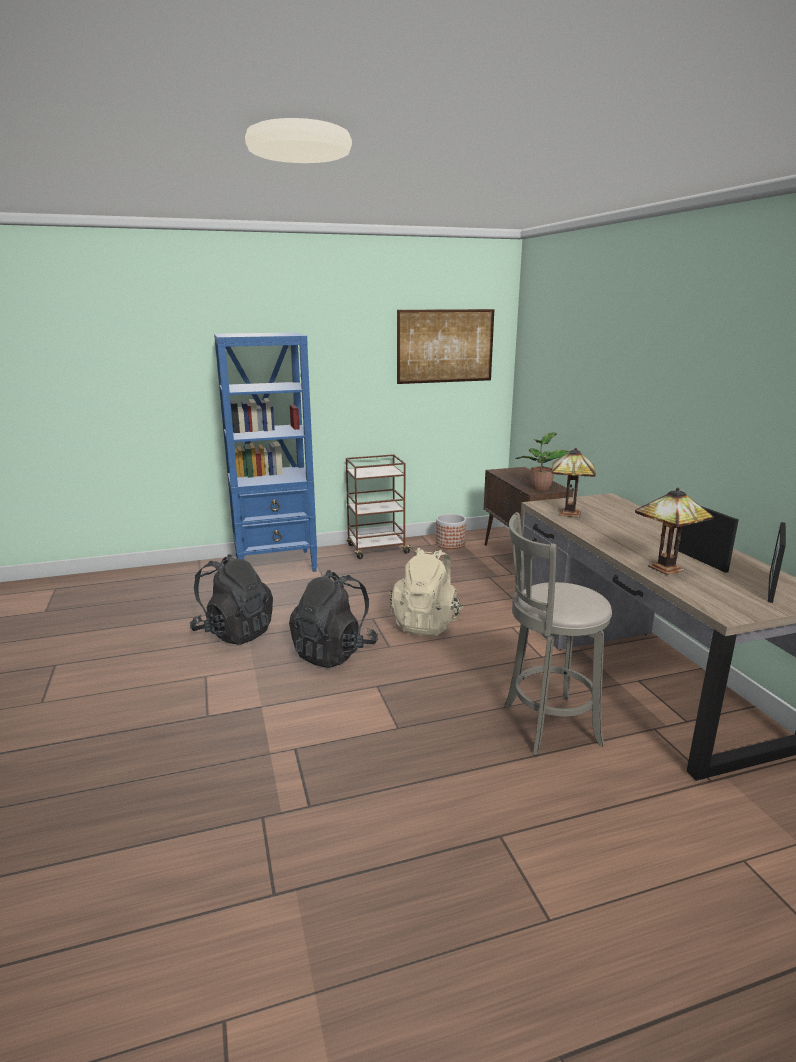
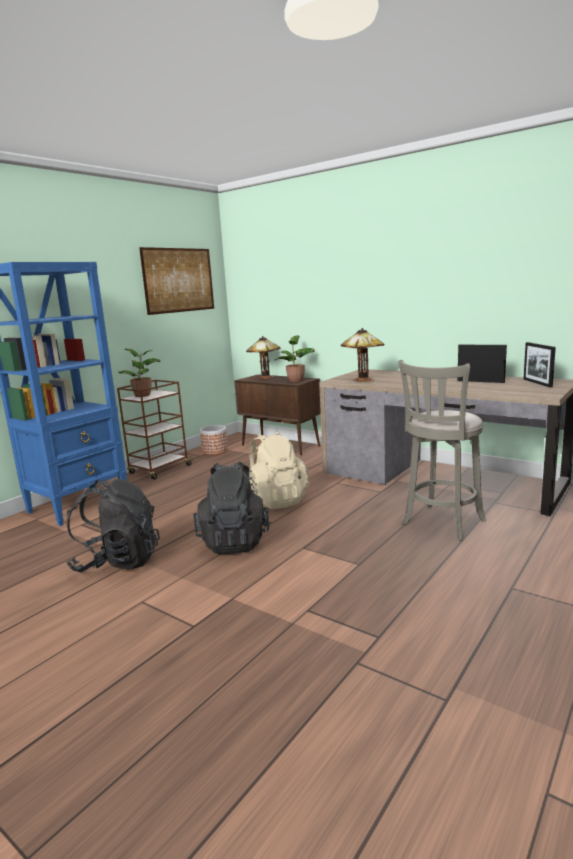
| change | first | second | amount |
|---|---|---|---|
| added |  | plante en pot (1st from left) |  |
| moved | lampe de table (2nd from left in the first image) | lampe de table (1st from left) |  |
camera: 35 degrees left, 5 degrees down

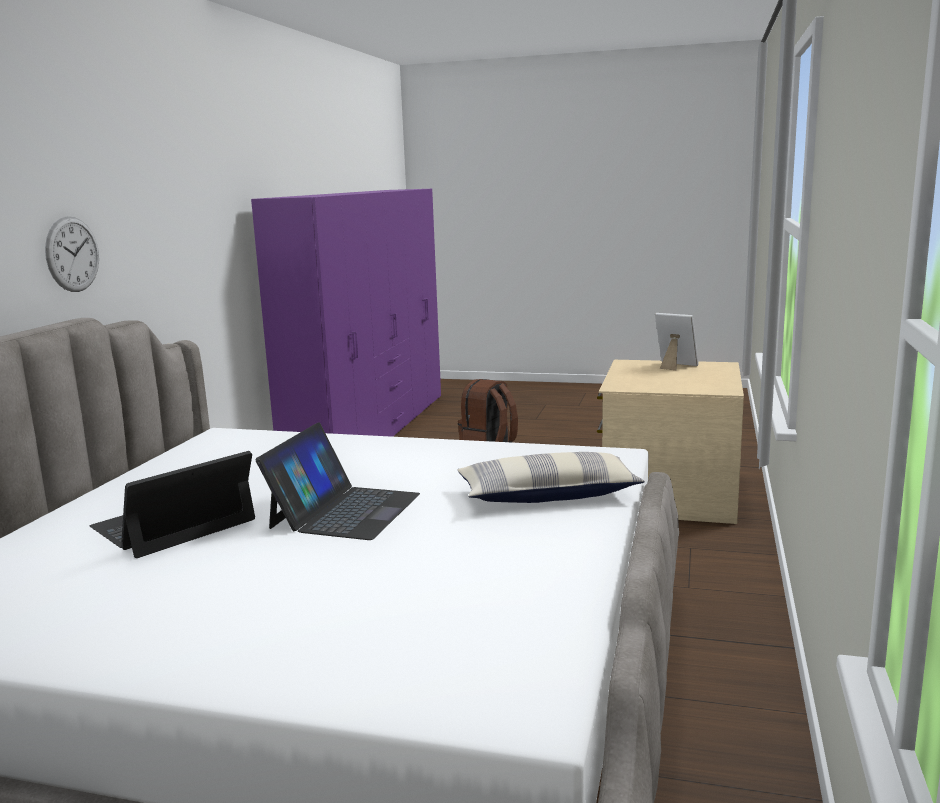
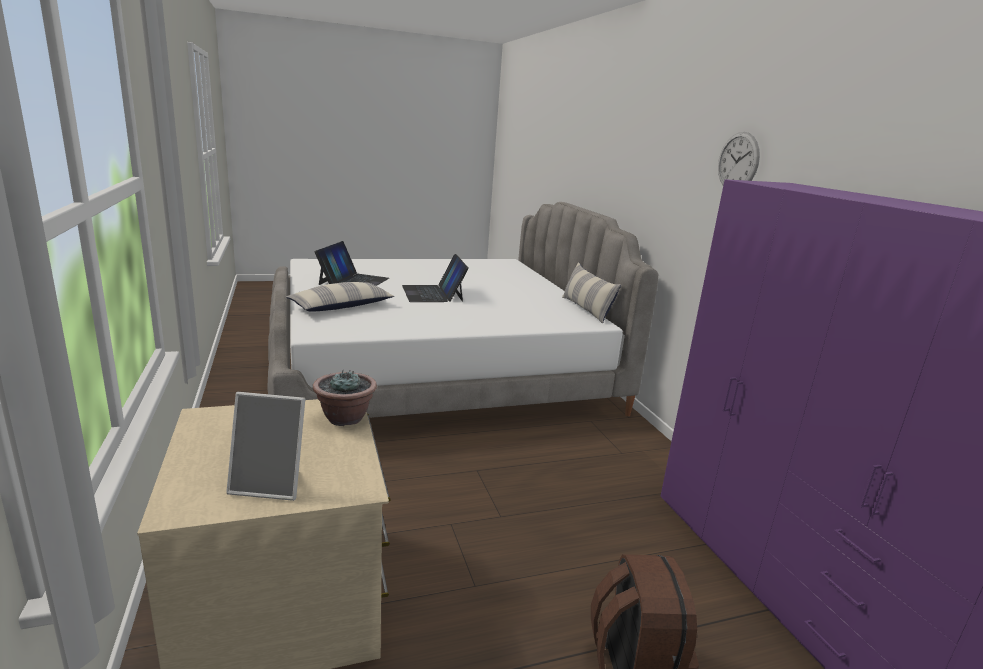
| change | first | second | amount |
|---|---|---|---|
| added |  | plante en pot |  |
| added |  | coussin (2nd from left) |  |
| moved | horloge murale |  |  |
| moved | ordinateur portable (1st from left) |  |  |
camera: 145 degrees right, 5 degrees up

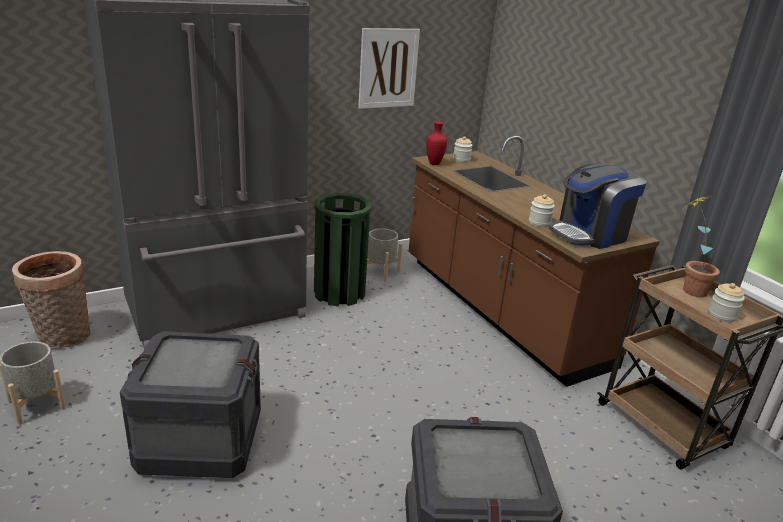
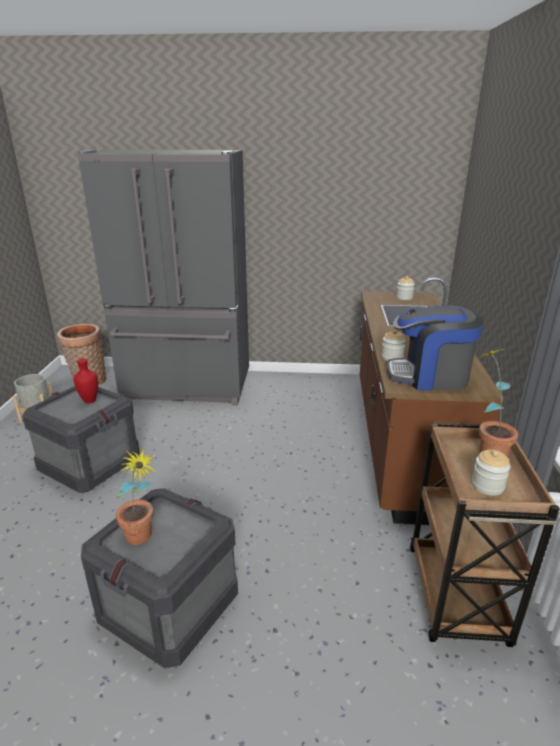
| change | first | second | amount |
|---|---|---|---|
| removed | poubelle (vert) |  |  |
| removed | tableau |  |  |
| removed | cache-pot (gris) (2nd from left) |  |  |
| added |  | plante en pot (1st from left) |  |
| moved | vase (rouge) |  |  |
camera: 35 degrees right, 0 degrees up

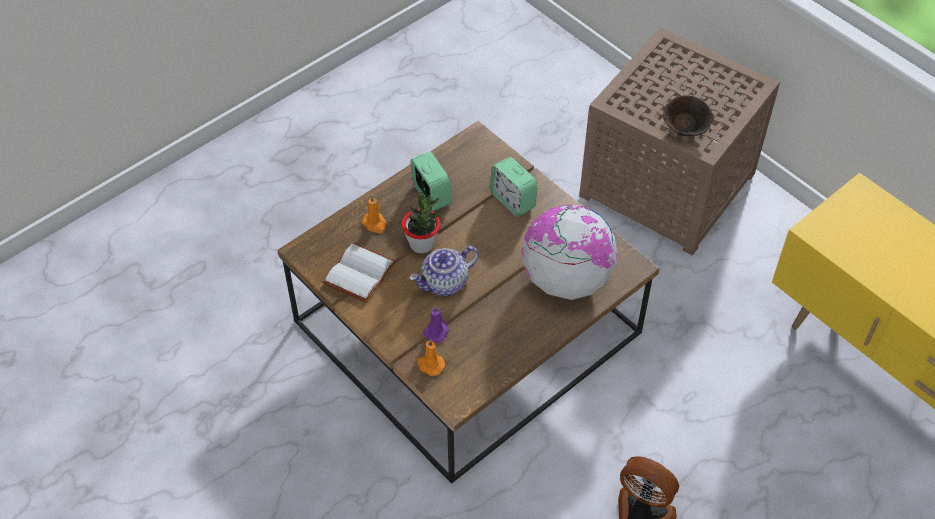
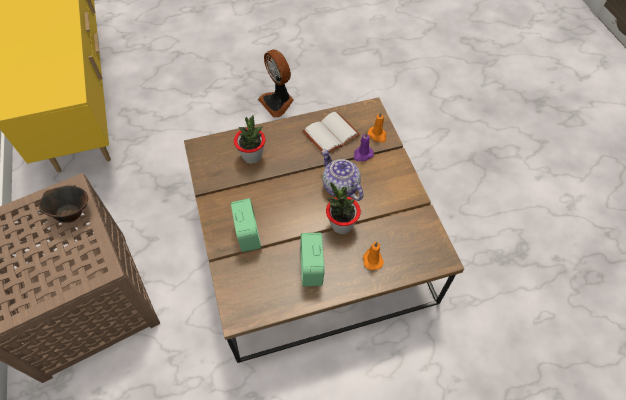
| change | first | second | amount |
|---|---|---|---|
| moved | livre (blanc) |  |  |
| replaced | globe | plante en pot (1st from left) |  |
| turned | théière |  | 120 degrees counterclockwise |
camera: 155 degrees left, 5 degrees up

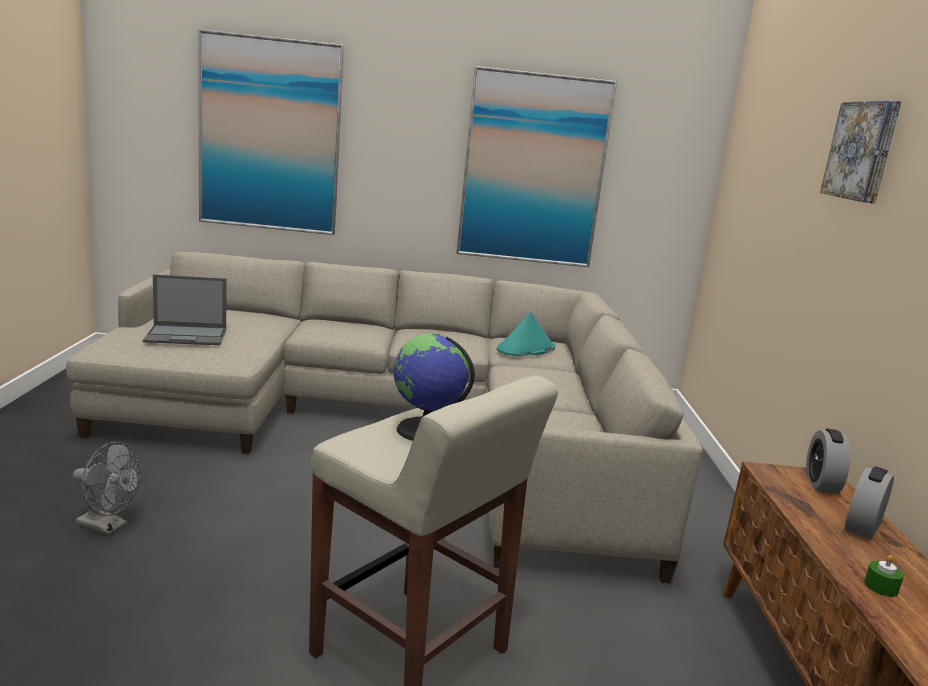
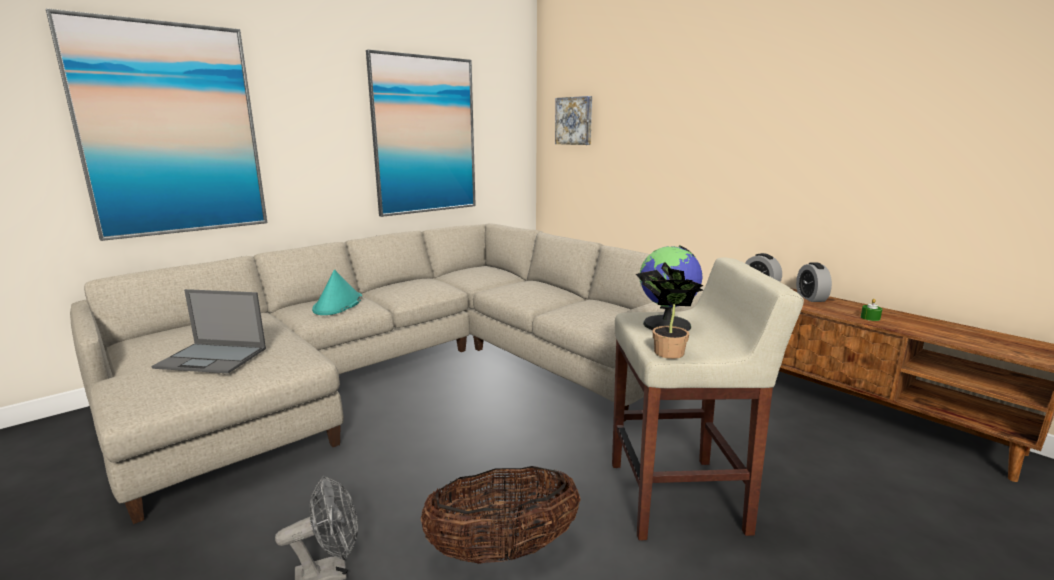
| change | first | second | amount |
|---|---|---|---|
| added |  | panier |  |
| added |  | plante en pot |  |
| moved | chapeau (turquoise) |  |  |
| moved | tableau (3rd from left) |  |  |
| turned | ordinateur portable |  | 60 degrees clockwise |
camera: 40 degrees left, 0 degrees up

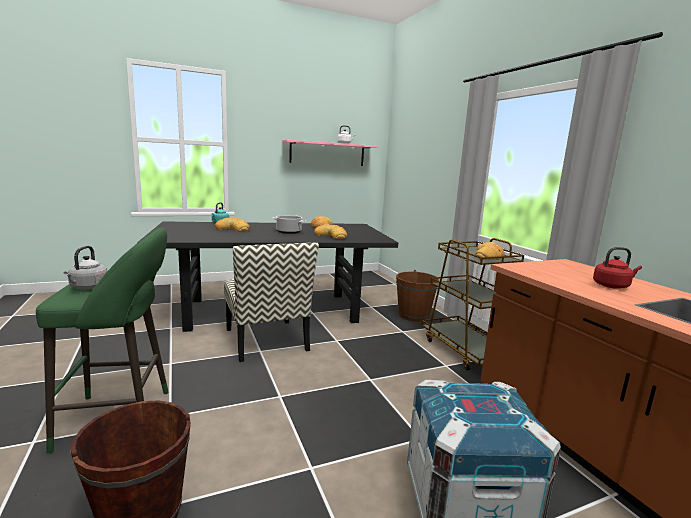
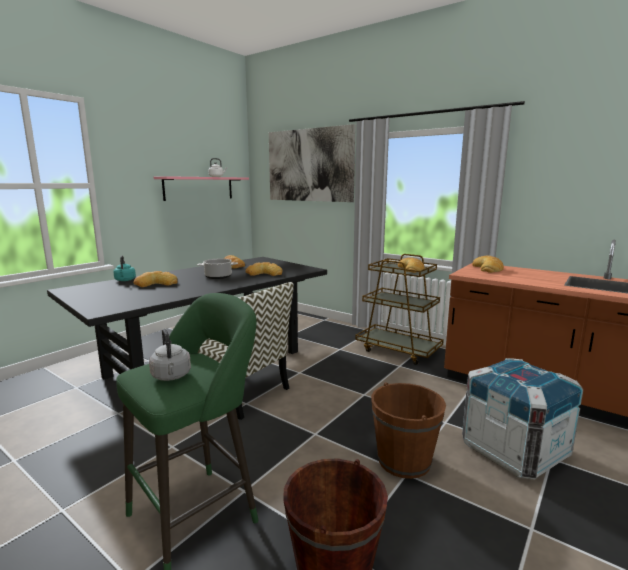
| change | first | second | amount |
|---|---|---|---|
| removed | bouilloire (rouge) |  |  |
| added |  | tableau |  |
| added |  | pain (5th from left) |  |
| moved | seau (marron) (2nd from left) |  |  |
camera: 30 degrees left, 0 degrees up

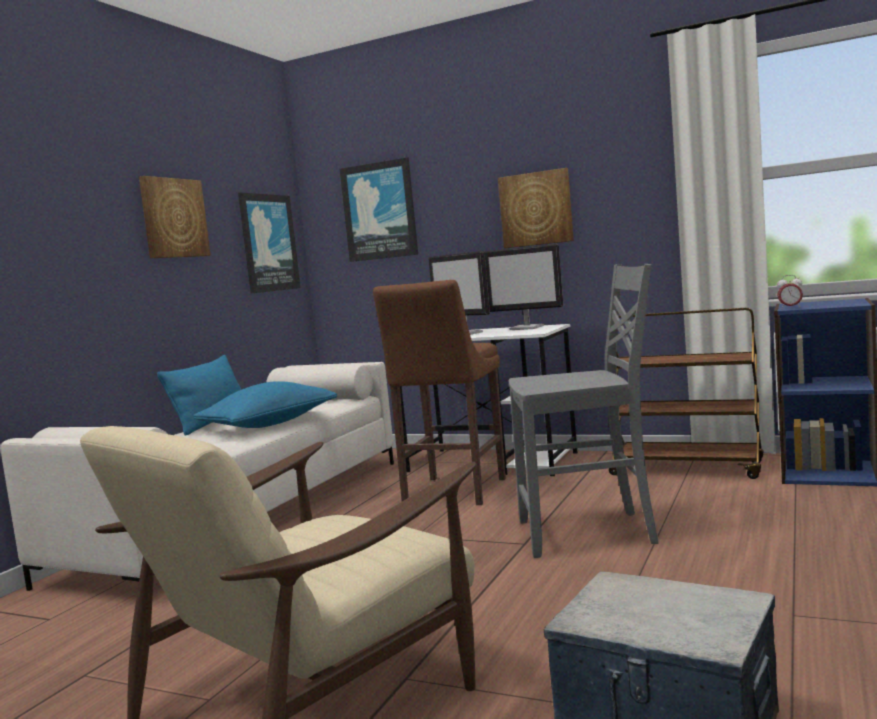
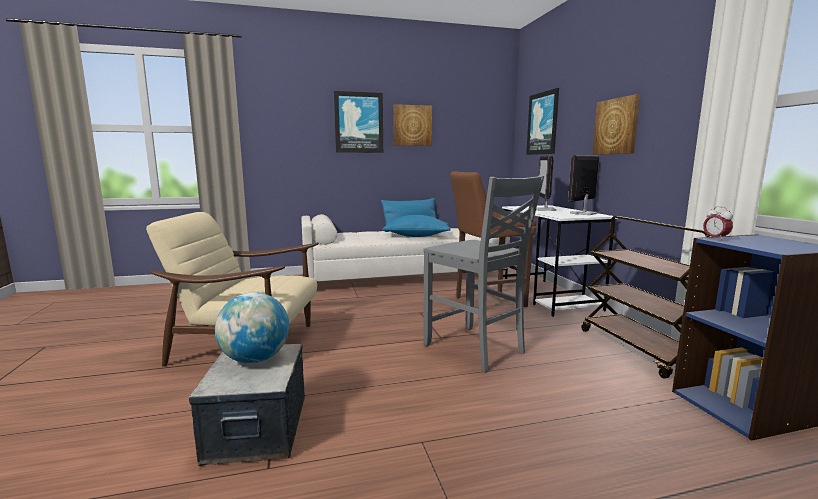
| change | first | second | amount |
|---|---|---|---|
| added |  | globe |  |
| moved | tableau (2nd from left in the first image) | tableau (1st from left) |  |
| turned | écran d'ordinateur (2nd from left) |  | 60 degrees clockwise |
camera: 50 degrees right, 5 degrees up

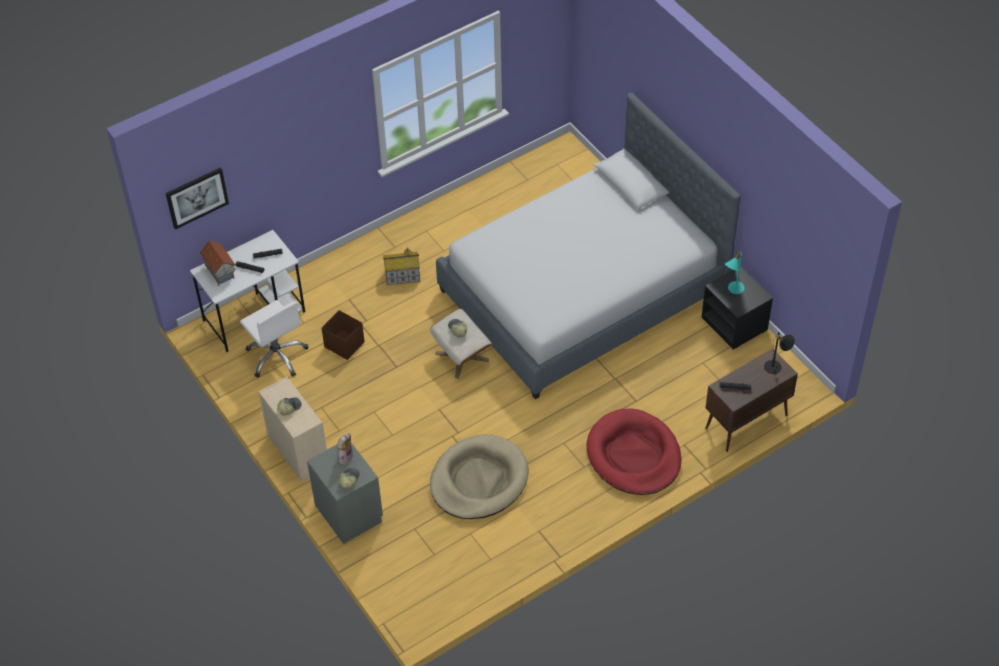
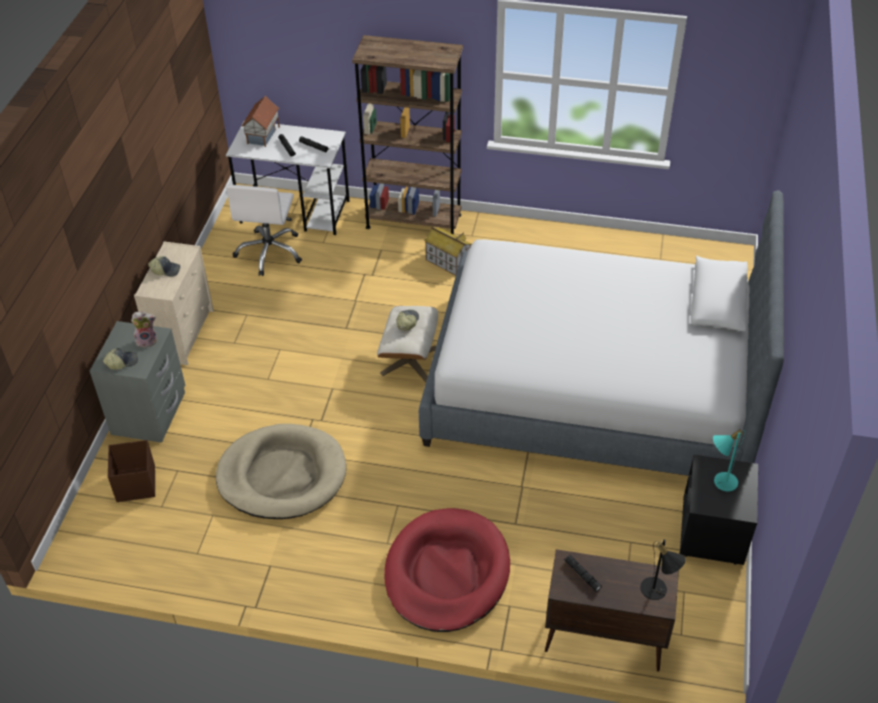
| change | first | second | amount |
|---|---|---|---|
| removed | tableau |  |  |
| added |  | bibliothèque (marron) |  |
| moved | boîte de rangement (marron) |  |  |
camera: 45 degrees right, 5 degrees down

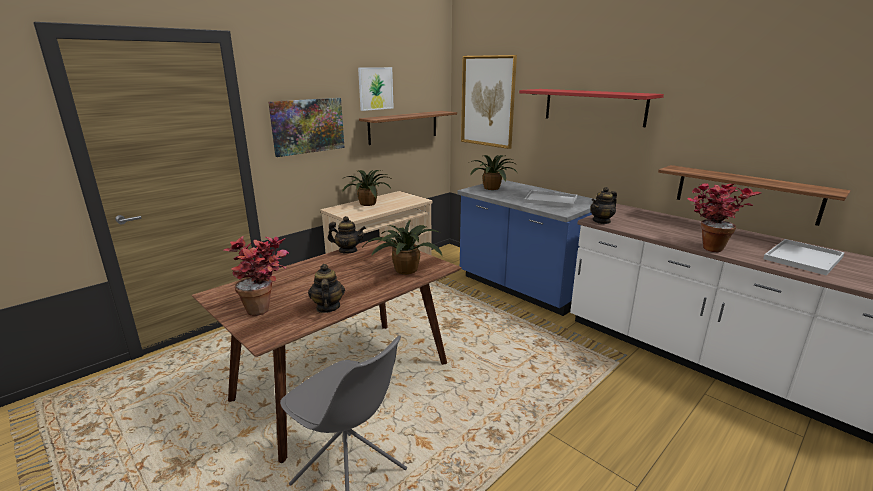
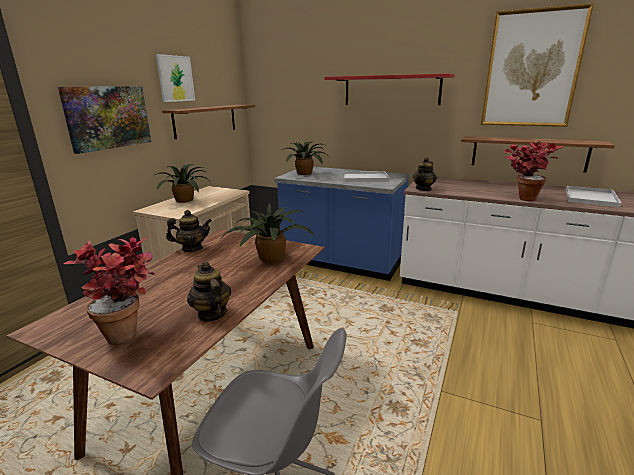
| change | first | second | amount |
|---|---|---|---|
| moved | tableau (3rd from left) |  |  |
camera: 20 degrees left, 0 degrees up

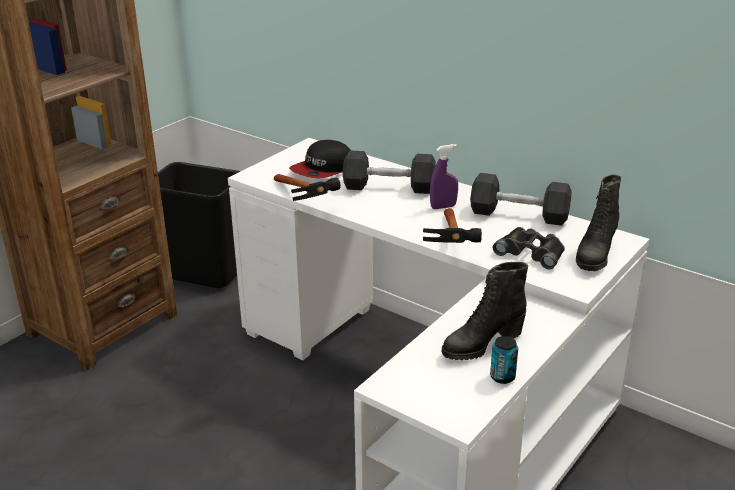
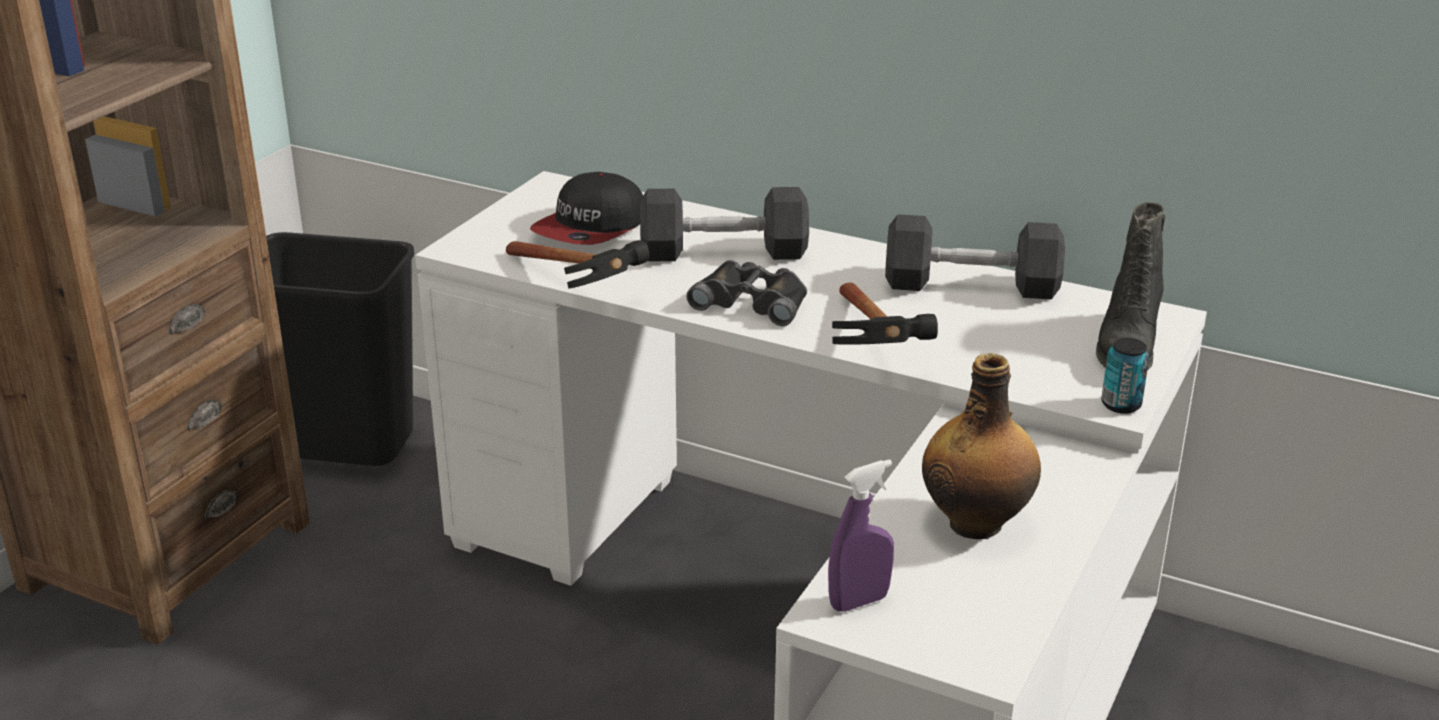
| change | first | second | amount |
|---|---|---|---|
| moved | vaporisateur (violet) |  |  |
| moved | boîte métallique |  |  |
| moved | jumelles (noir) |  |  |
| replaced | botte (noir) (1st from left) | bouteille |  |
camera: 10 degrees left, 0 degrees up

